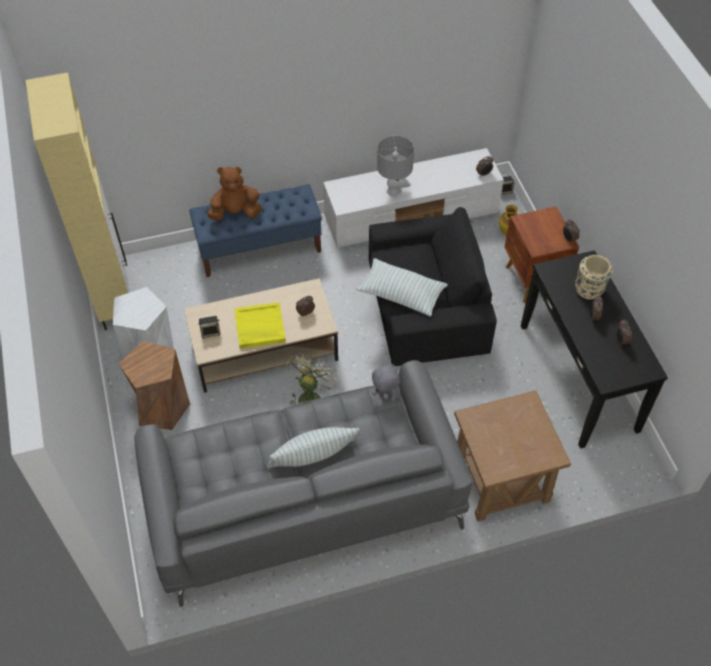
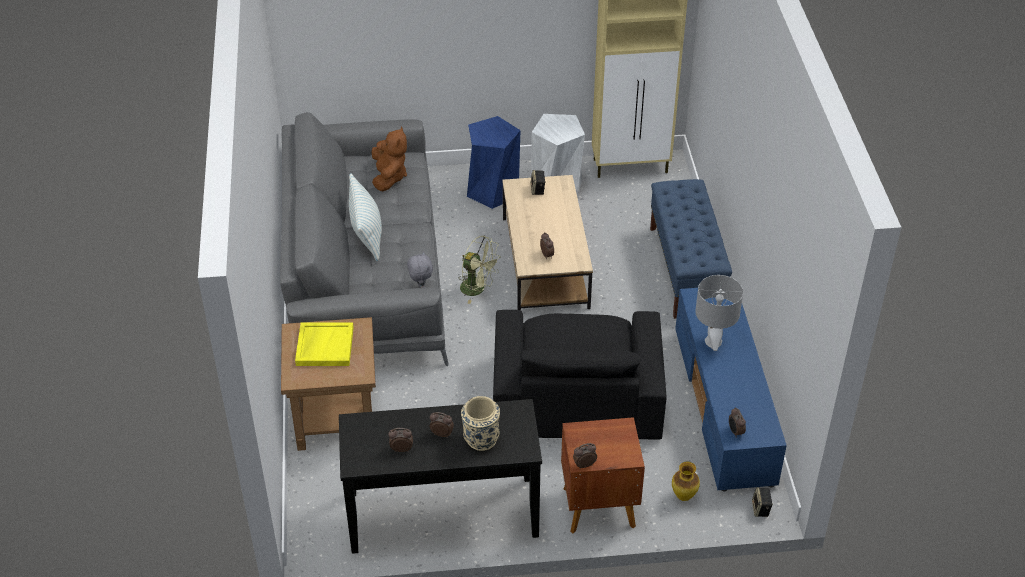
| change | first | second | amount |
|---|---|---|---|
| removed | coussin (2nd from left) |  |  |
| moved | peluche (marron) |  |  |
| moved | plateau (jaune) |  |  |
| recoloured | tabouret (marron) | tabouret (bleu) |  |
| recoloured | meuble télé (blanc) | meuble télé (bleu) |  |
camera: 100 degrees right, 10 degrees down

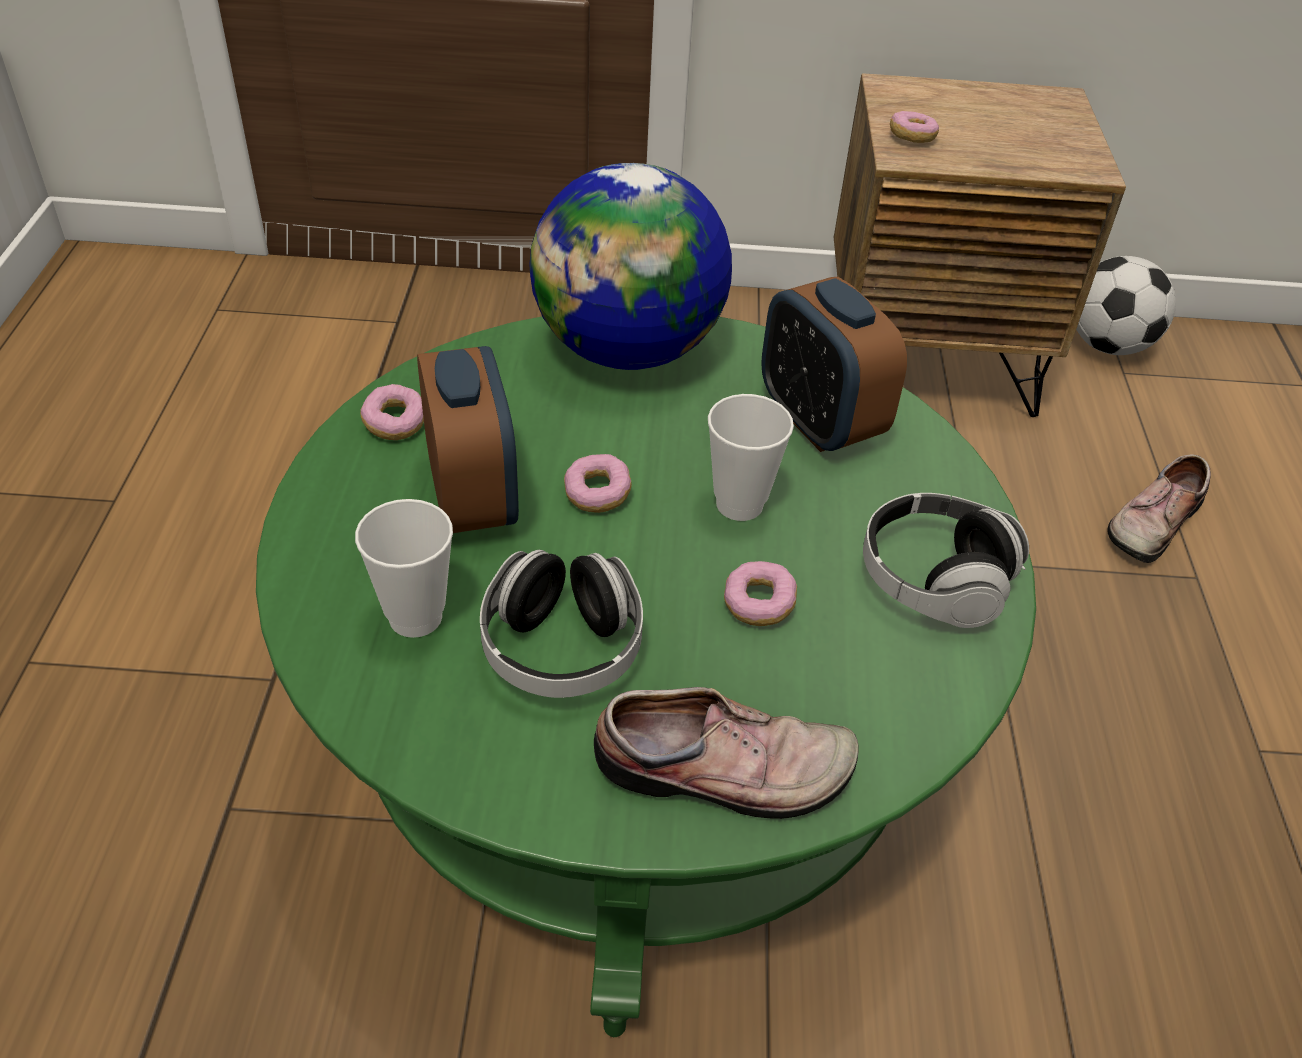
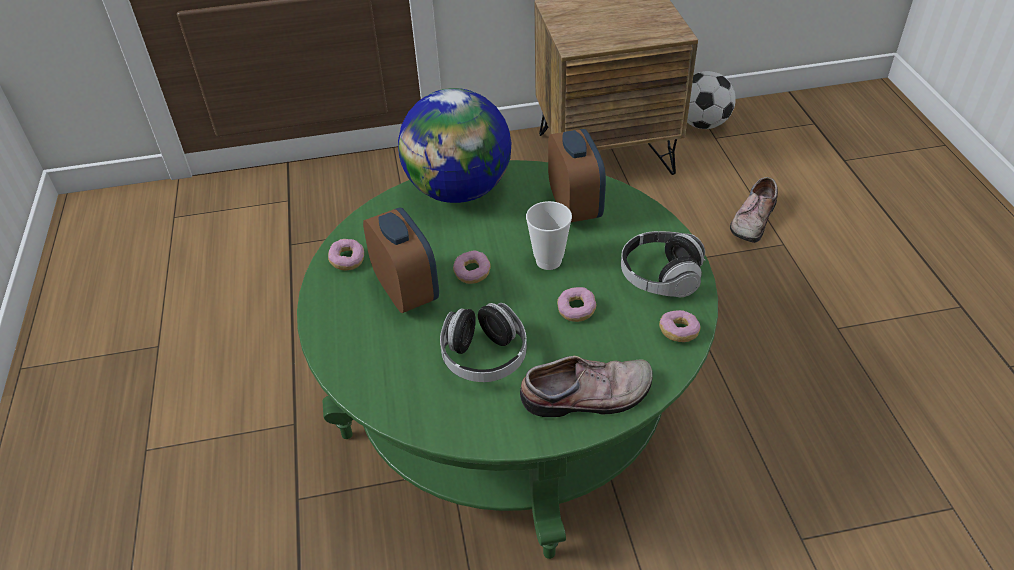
| change | first | second | amount |
|---|---|---|---|
| removed | tasse (1st from left) |  |  |
| moved | beignet (4th from left) |  |  |
| turned | réveil (2nd from left) |  | 150 degrees counterclockwise |
camera: 10 degrees left, 0 degrees up

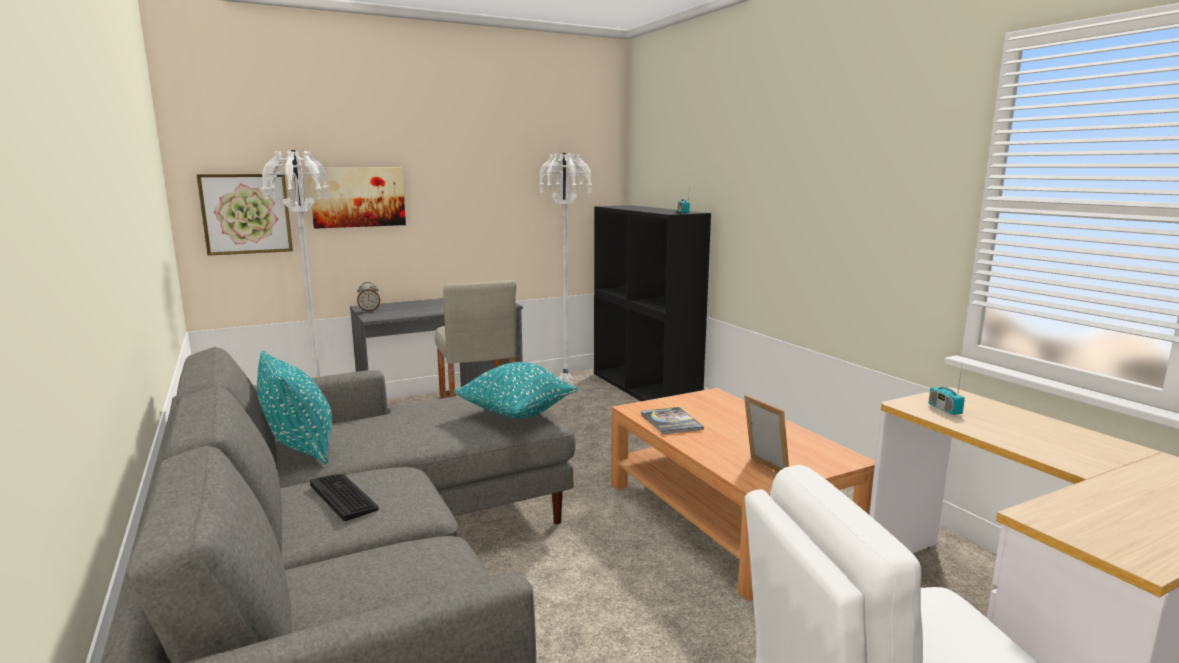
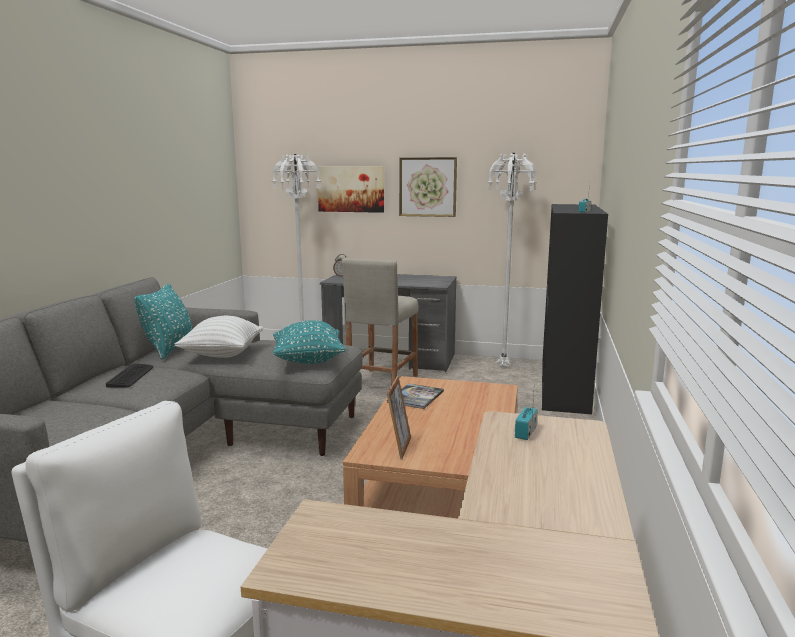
| change | first | second | amount |
|---|---|---|---|
| added |  | coussin (blanc) |  |
| moved | tableau (1st from left in the first image) | tableau (2nd from left) |  |
camera: 40 degrees right, 0 degrees up

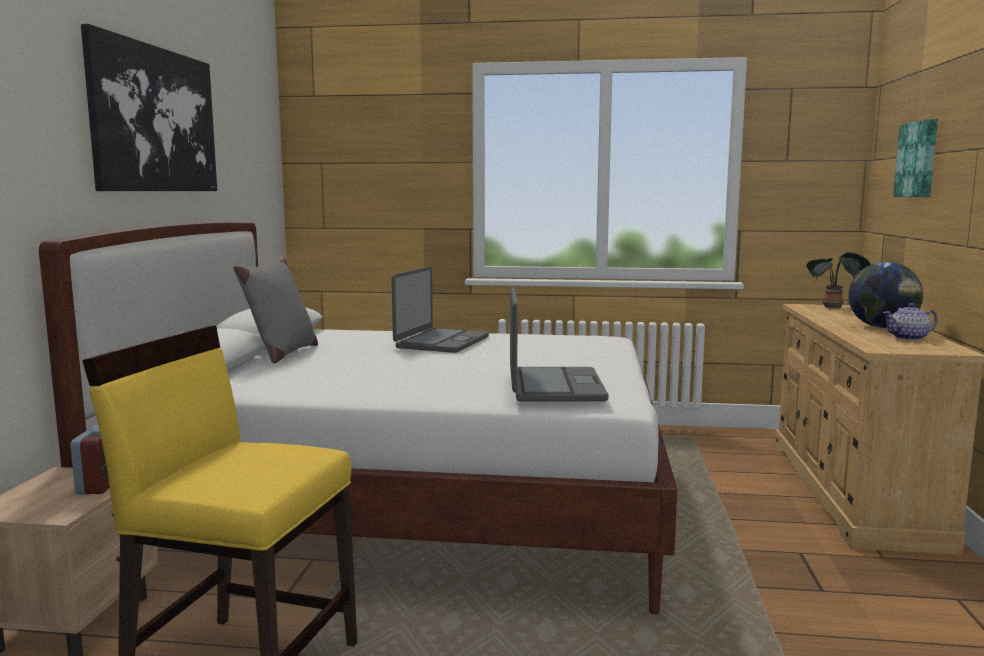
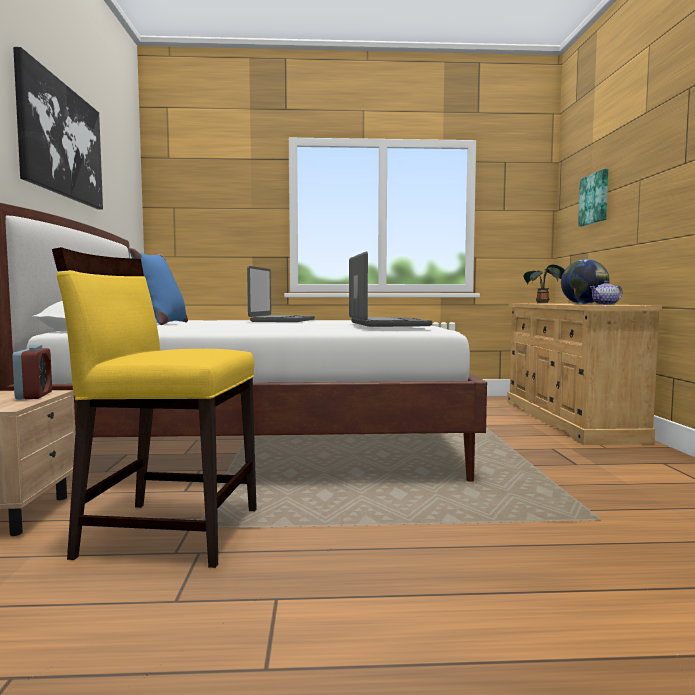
| change | first | second | amount |
|---|---|---|---|
| recoloured | coussin (gris) | coussin (bleu) |  |
camera: 10 degrees left, 5 degrees down

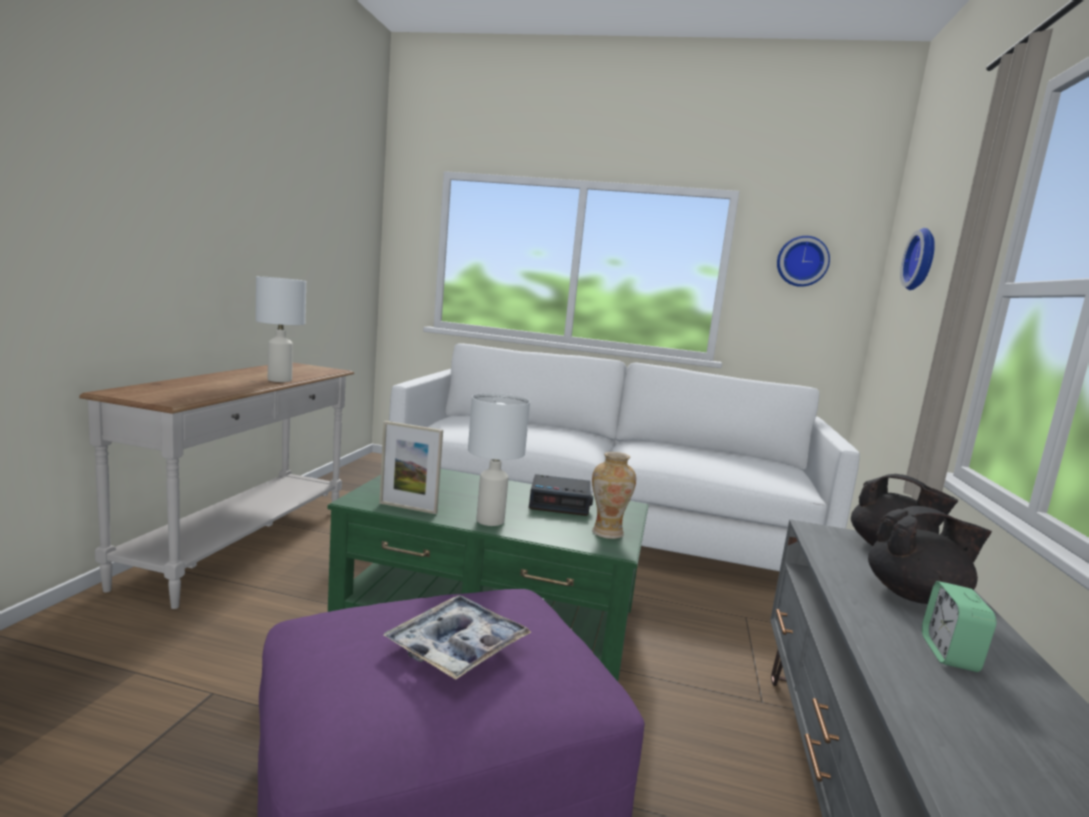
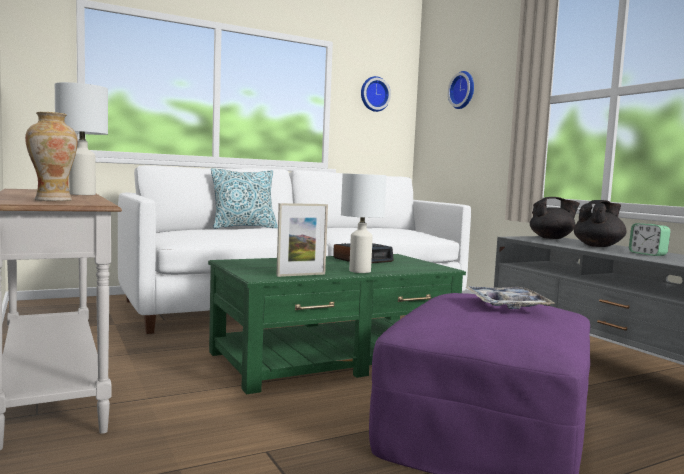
| change | first | second | amount |
|---|---|---|---|
| added |  | coussin |  |
| moved | vase |  |  |
camera: 40 degrees left, 5 degrees down

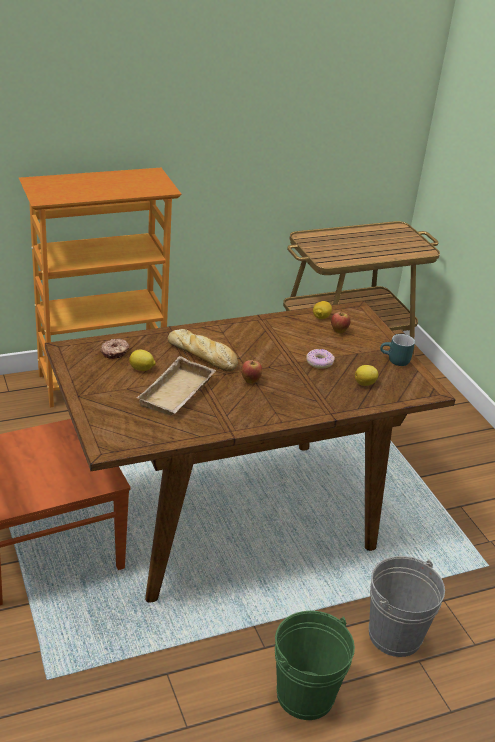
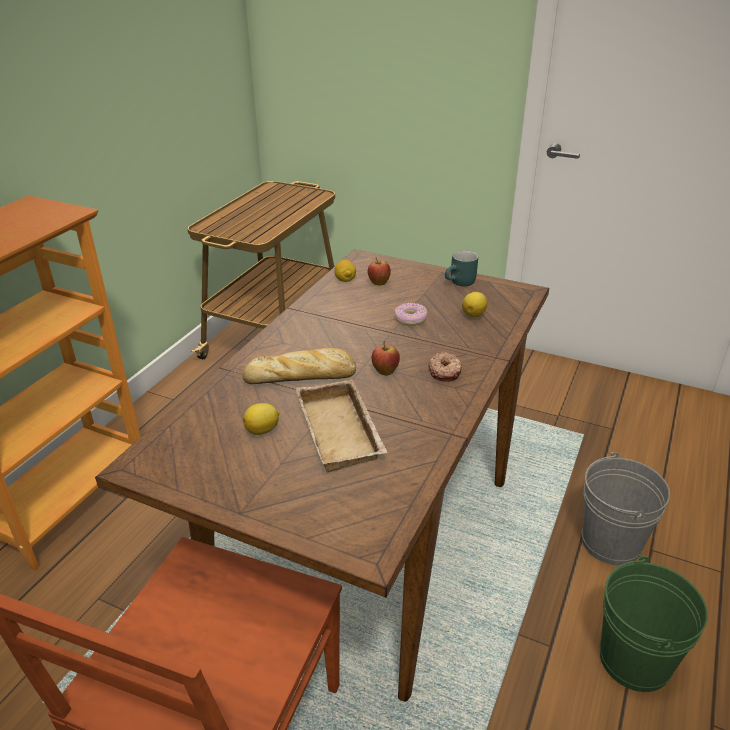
| change | first | second | amount |
|---|---|---|---|
| moved | beignet (1st from left in the first image) | beignet (2nd from left) |  |
camera: 40 degrees left, 0 degrees up

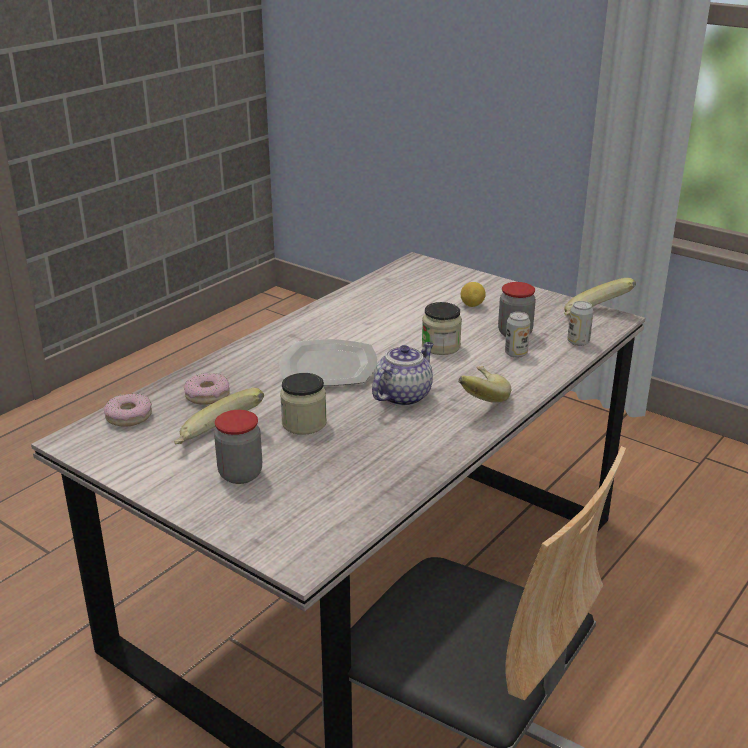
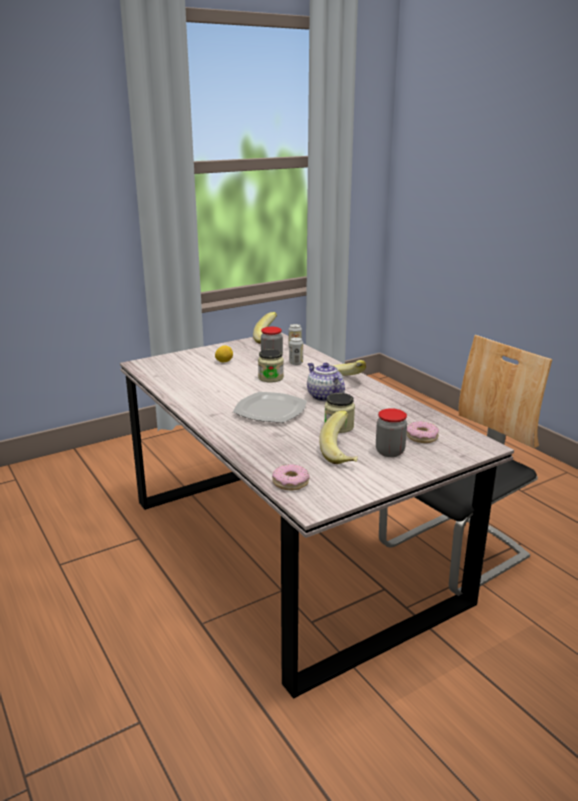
| change | first | second | amount |
|---|---|---|---|
| moved | beignet (2nd from left) |  |  |
camera: 70 degrees left, 5 degrees down

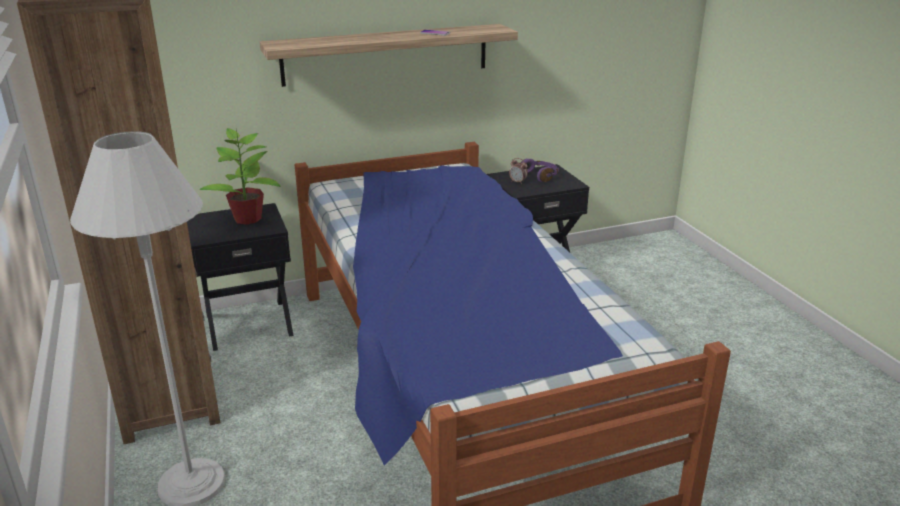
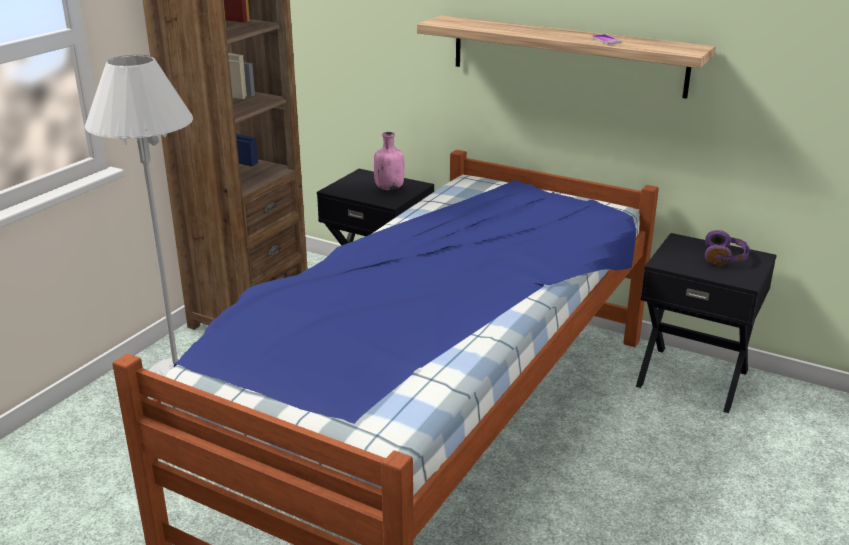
| change | first | second | amount |
|---|---|---|---|
| removed | réveil |  |  |
| replaced | plante en pot | bouteille (rose) |  |
camera: 50 degrees right, 0 degrees up

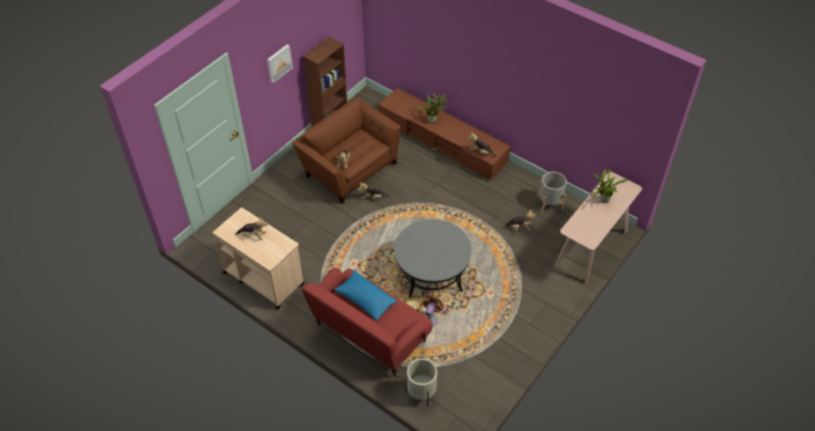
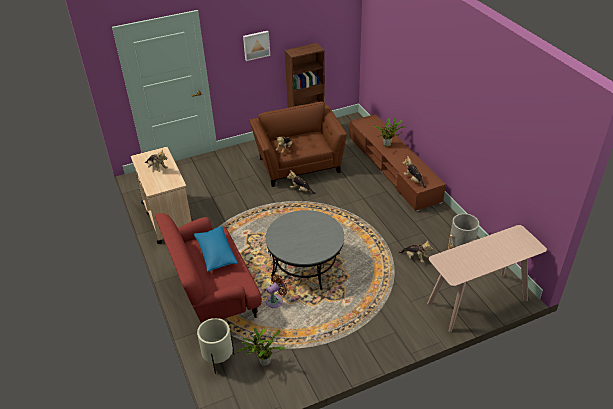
| change | first | second | amount |
|---|---|---|---|
| moved | plante en pot (2nd from left in the first image) | plante en pot (1st from left) |  |
camera: 30 degrees right, 10 degrees down

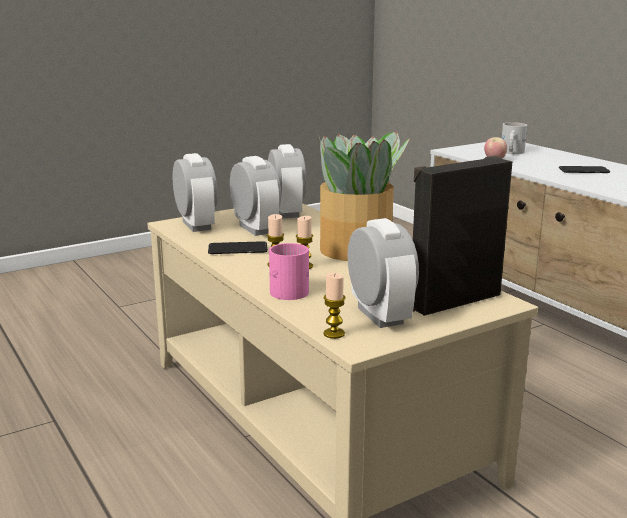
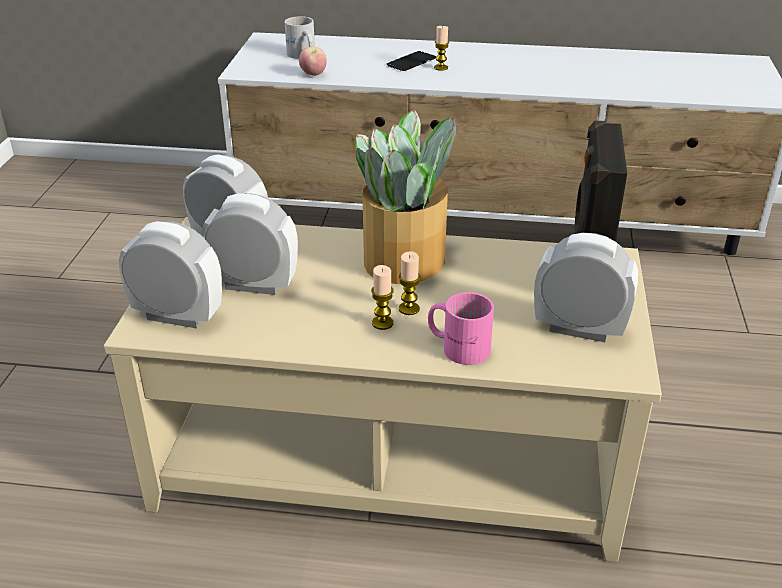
| change | first | second | amount |
|---|---|---|---|
| removed | téléphone (1st from left) |  |  |
| moved | bougie (3rd from left) |  |  |
camera: 50 degrees left, 15 degrees up

